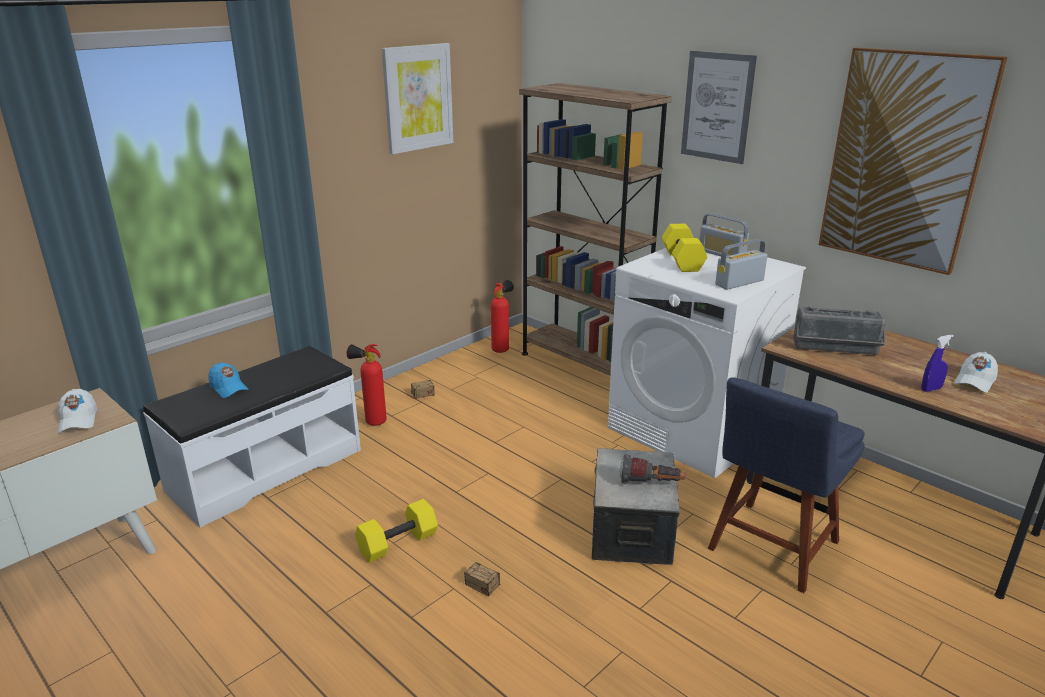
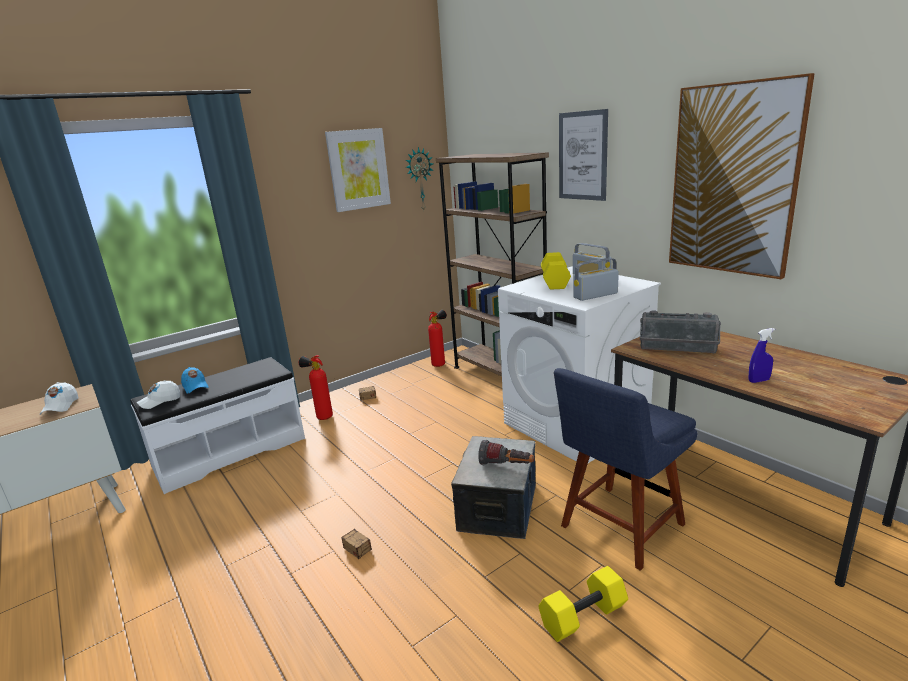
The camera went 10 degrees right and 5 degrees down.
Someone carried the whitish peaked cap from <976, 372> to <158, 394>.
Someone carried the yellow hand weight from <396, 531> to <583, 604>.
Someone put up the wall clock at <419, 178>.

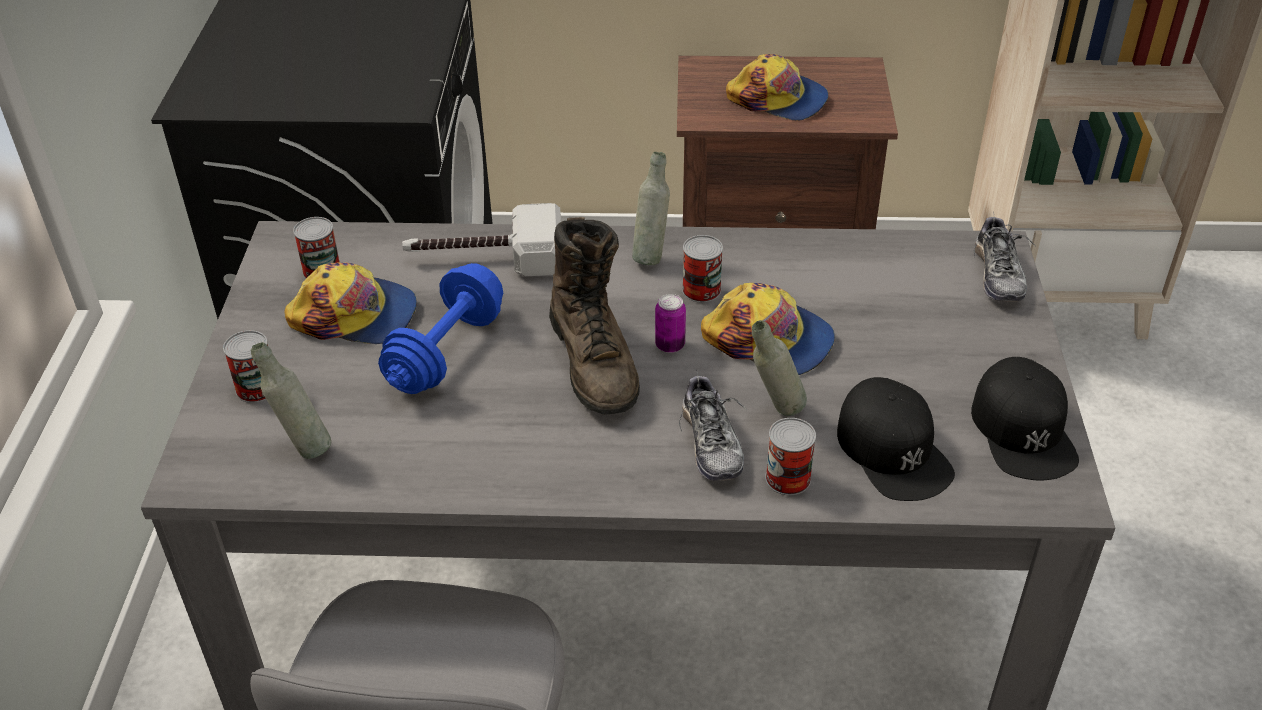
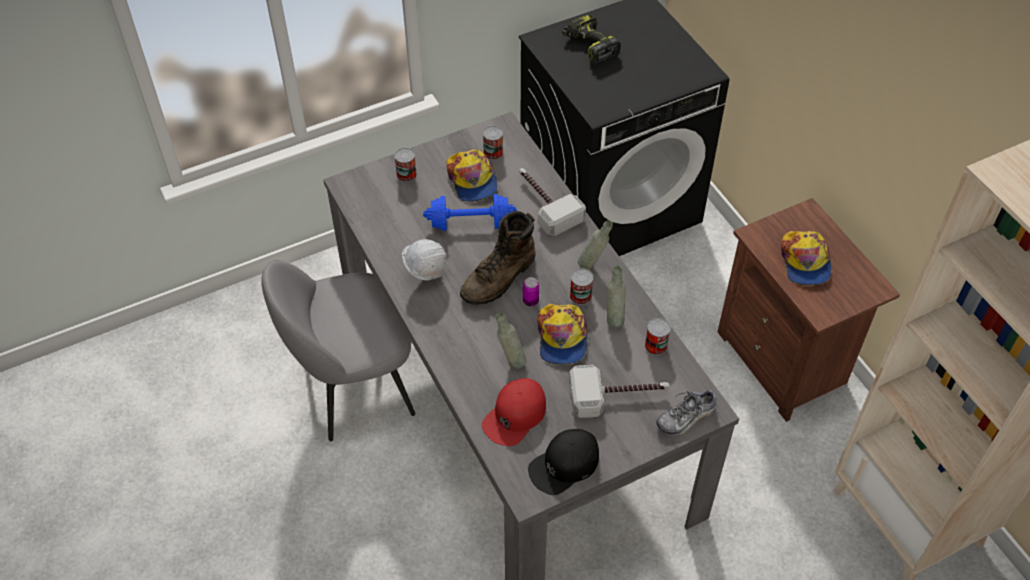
The camera went 60 degrees right and 10 degrees up.
Someone carried the gray beverage bottle from <291, 400> to <616, 296>.
Someone took away the low shoe at <713, 425>.
Someone repainted the black-coloured peaked cap at <896, 439>, which became the red peaked cap at <514, 412>.
Someone carried the can from <790, 456> to <658, 336>.
Someone put down the power drill at <591, 39>.
Someone put down the whitish safety helmet at <424, 260>.
Someone put down the tool hammer at <619, 391>.

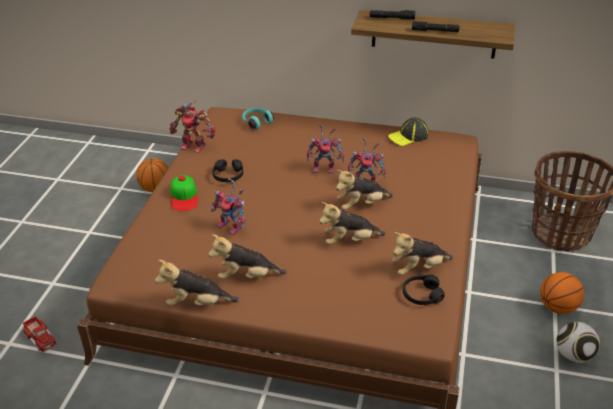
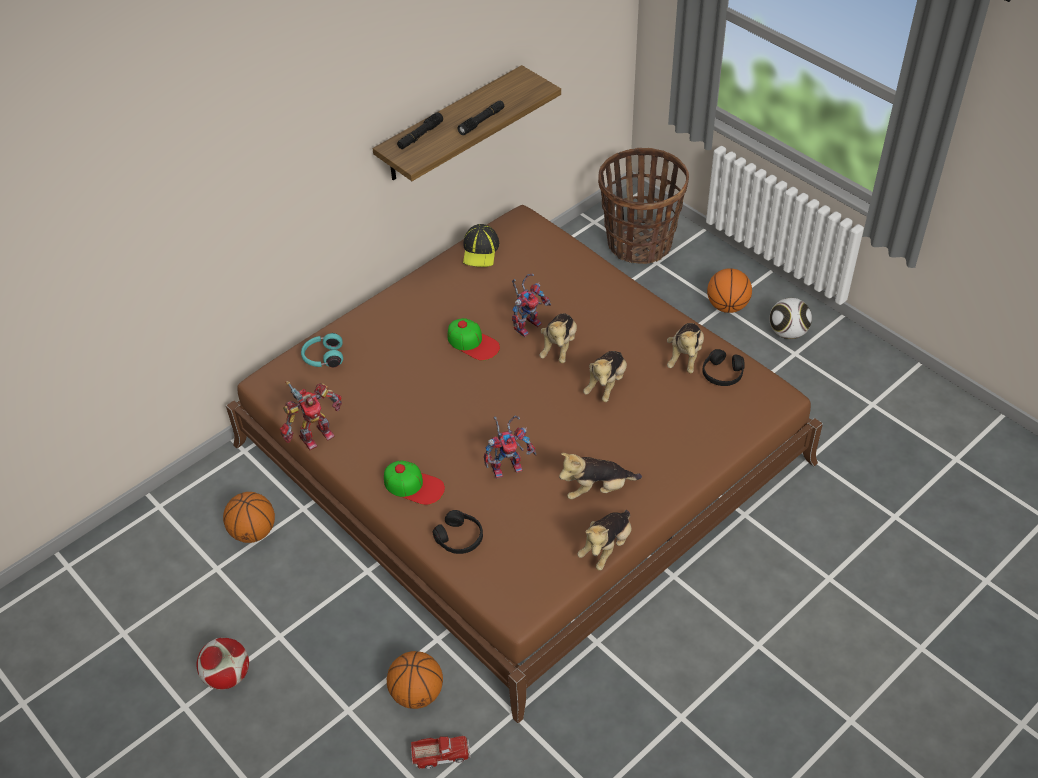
The camera went 55 degrees left and 10 degrees up.
Someone swapped the toy robot at <325, 148> for the peaked cap at <474, 339>.
Someone carried the black-coloured headset from <227, 170> to <457, 532>.
Someone rotated the plush toy at <247, 256> by 45 degrees clockwise.
Someone put down the football ball at <222, 664>.
Someone put down the ball for basketball at <415, 680>.

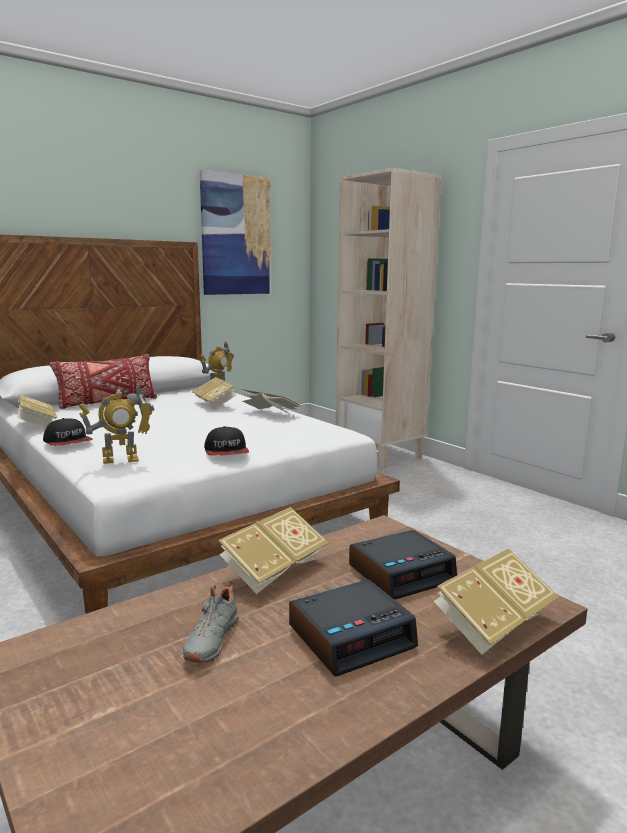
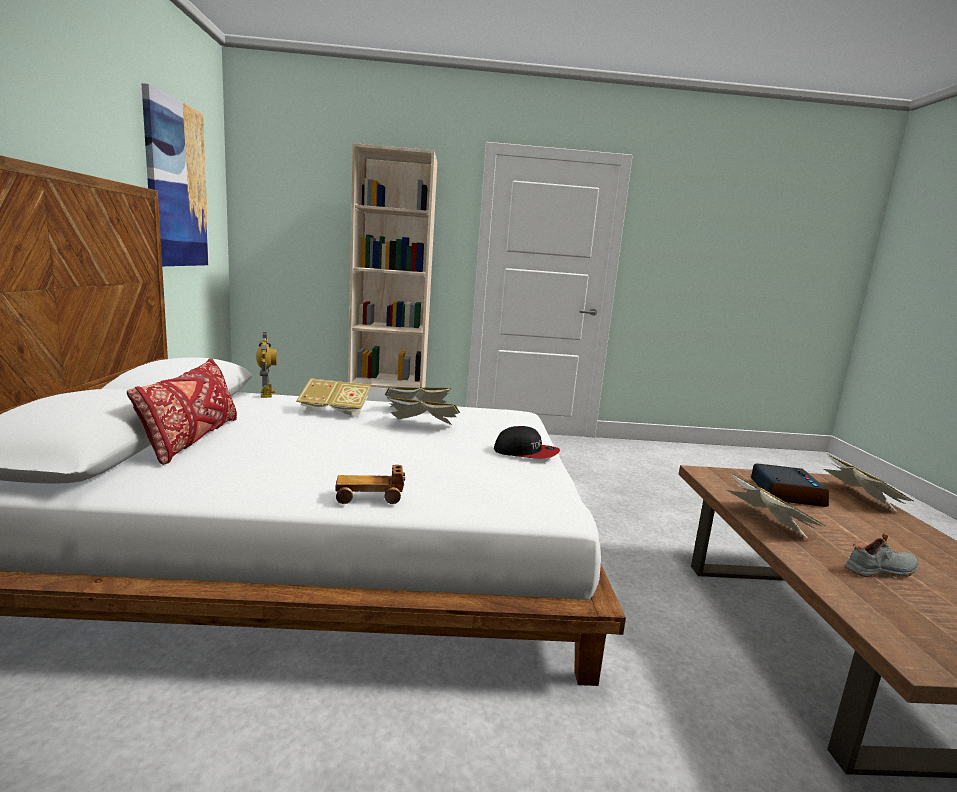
The camera went 55 degrees left and 0 degrees up.
Someone took away the toy robot at <116, 424>.
Someone carried the bound book from <36, 410> to <423, 411>.
Someone swapped the peaked cap at <68, 432> for the toy car at <370, 484>.
Someone took away the bedside clock at <353, 628>.
Someone rotated the gray low shoe at <211, 622> by 60 degrees counterclockwise.

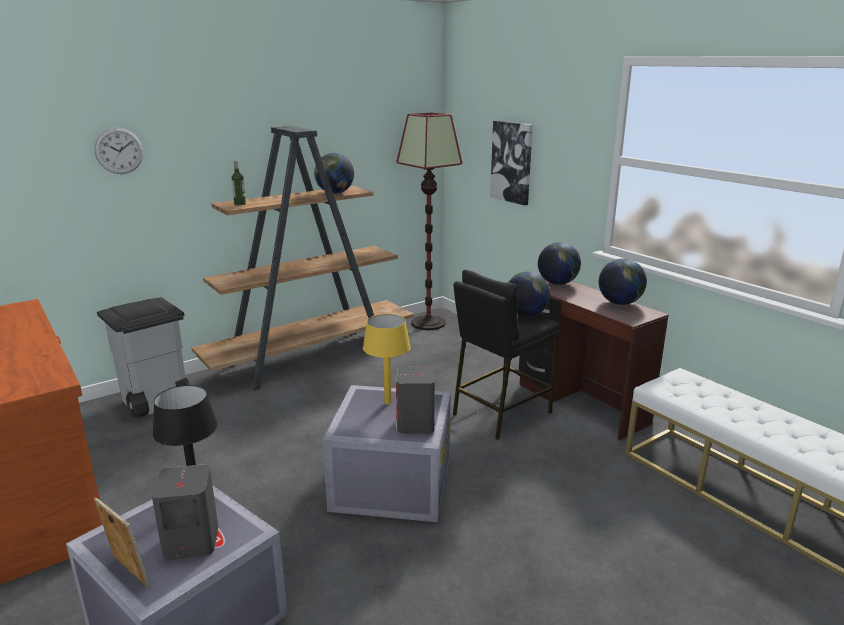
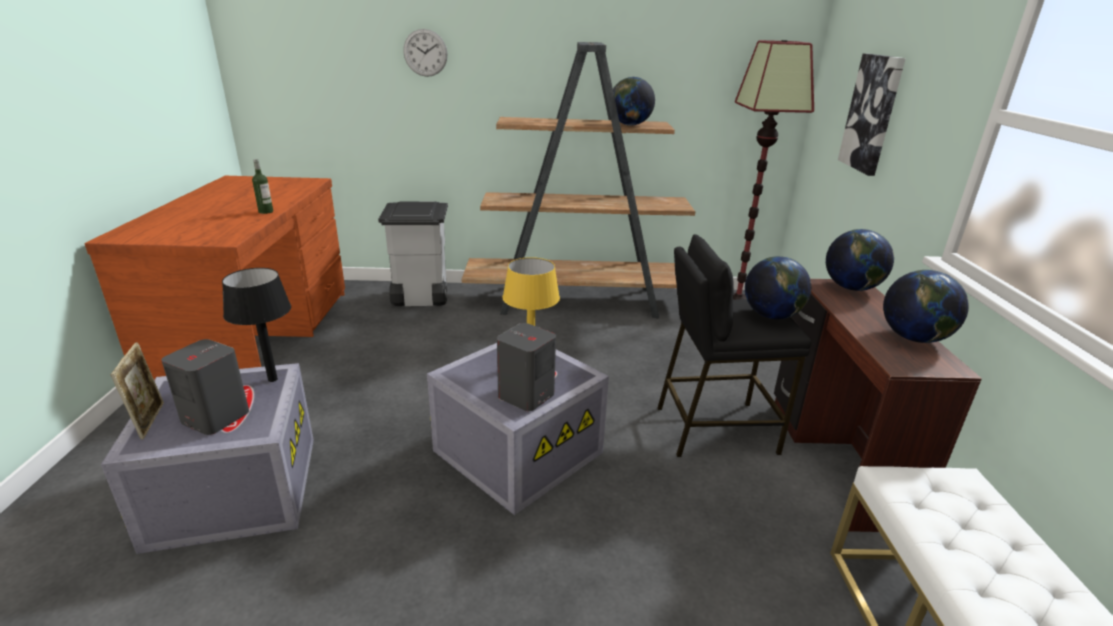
The camera went 35 degrees right and 5 degrees up.
Someone carried the beverage bottle from <239, 182> to <262, 186>.

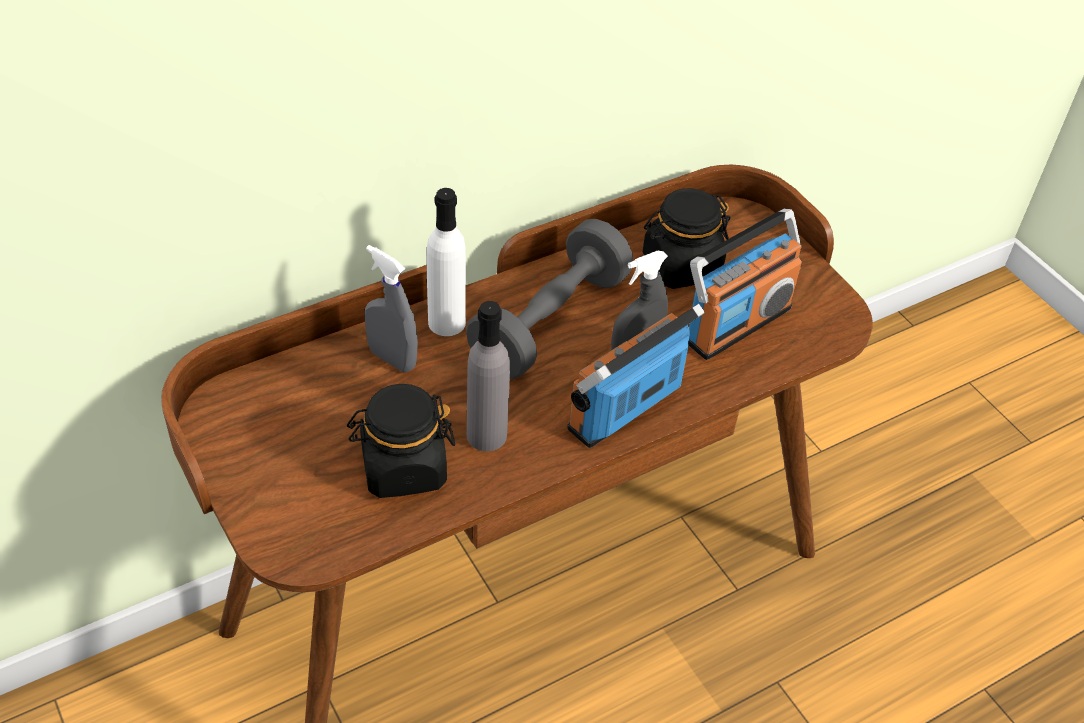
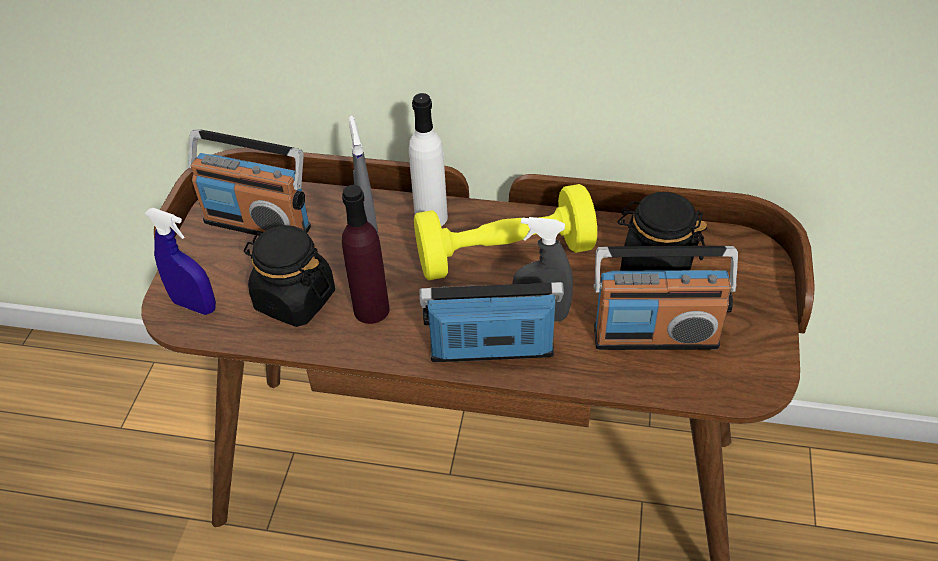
The camera went 45 degrees right and 0 degrees up.
Someone repainted the gray hand weight at <549, 299>, which became the yellow hand weight at <505, 232>.
Someone repainted the gray beverage bottle at <488, 376>, which became the purple beverage bottle at <366, 254>.
Someone put down the radio receiver at <249, 182>.
Someone put down the blue-coloured hand sprayer at <180, 261>.

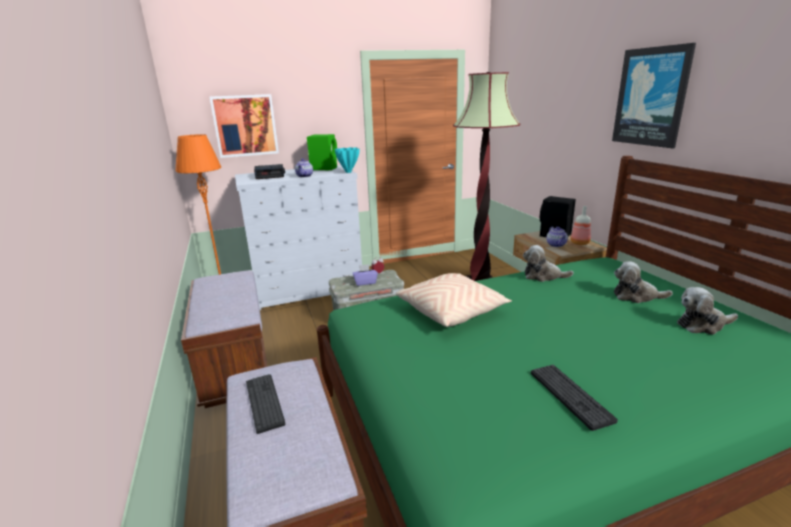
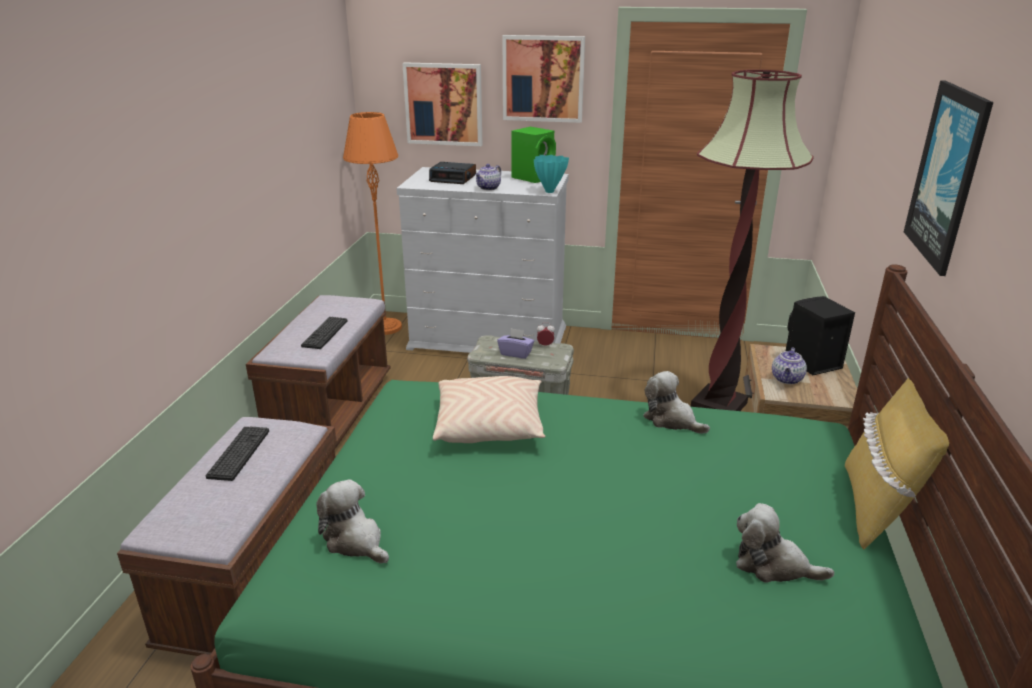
The camera went 30 degrees right and 5 degrees up.
Someone took away the beverage bottle at <580, 225>.
Someone carried the plush toy from <643, 282> to <352, 521>.
Someone carried the PC keyboard from <574, 398> to <324, 333>.
Someone put up the wall picture at <543, 79>.
Someone put down the yellow pillow at <897, 463>.

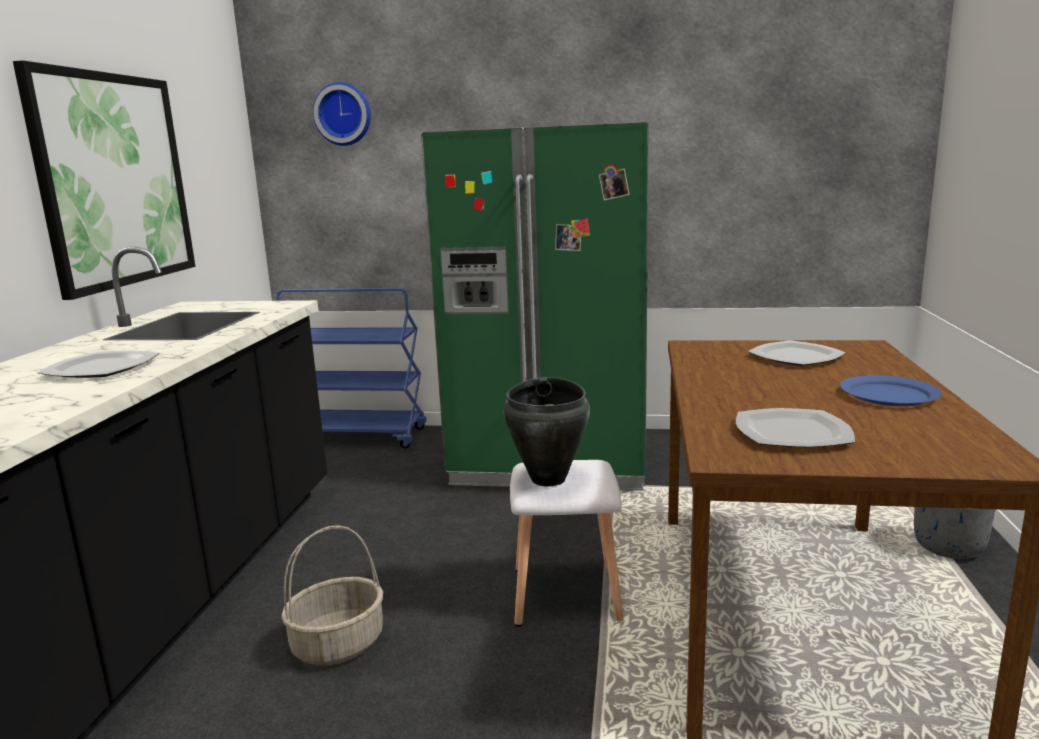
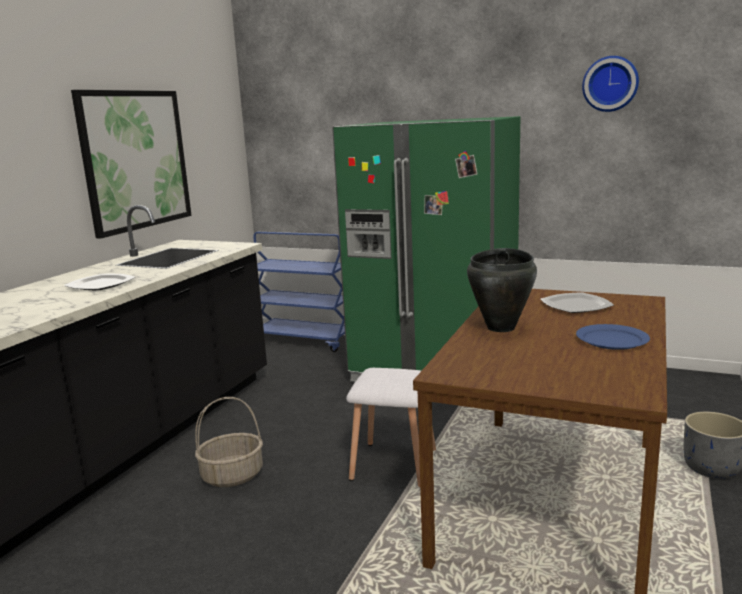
The camera went 15 degrees right and 0 degrees up.
Someone carried the wall clock from <342, 114> to <610, 84>.
Someone carried the black-coloured saucepot from <546, 431> to <502, 290>.
Someone took away the dinner plate at <795, 427>.

